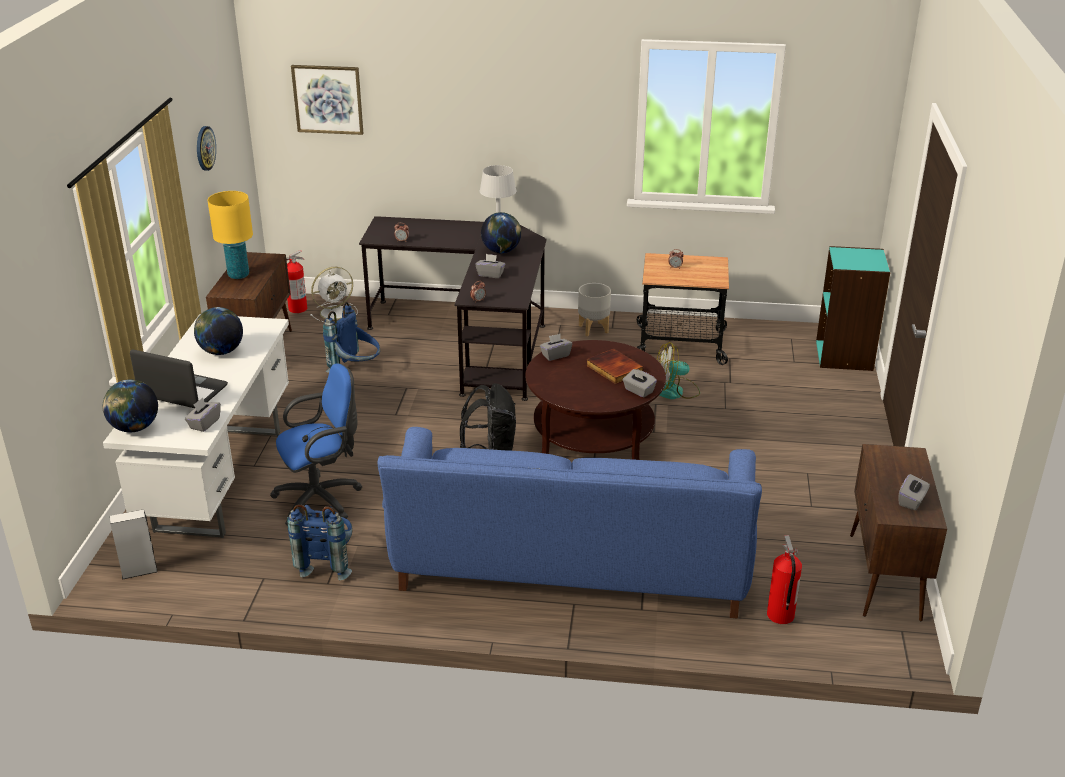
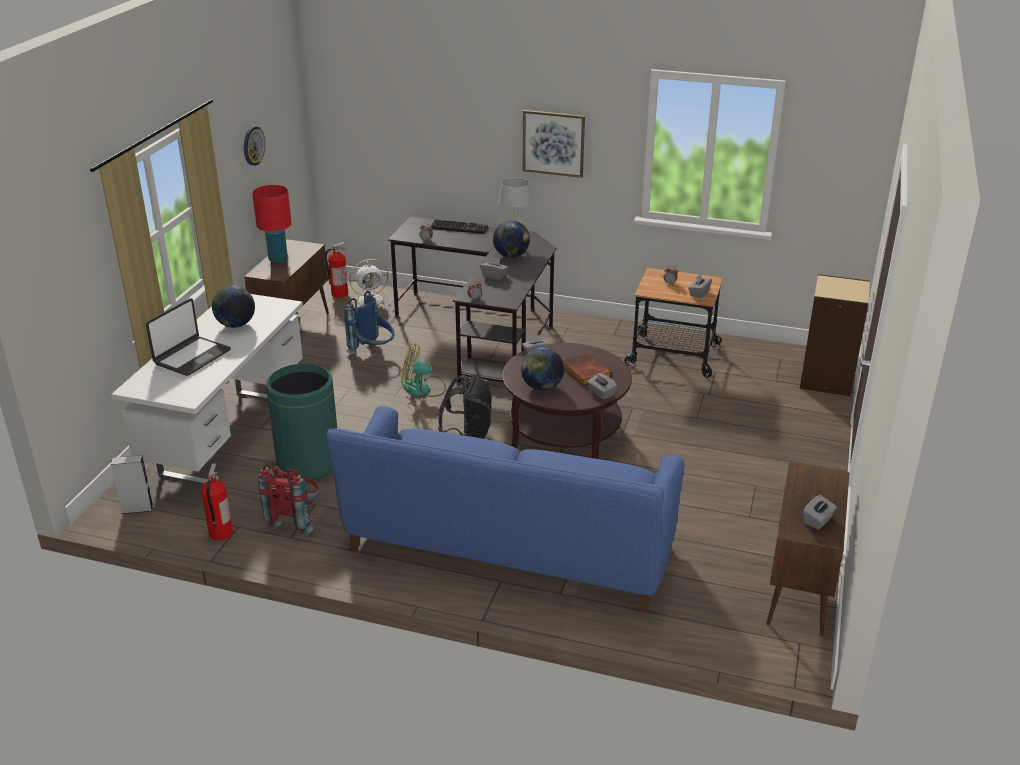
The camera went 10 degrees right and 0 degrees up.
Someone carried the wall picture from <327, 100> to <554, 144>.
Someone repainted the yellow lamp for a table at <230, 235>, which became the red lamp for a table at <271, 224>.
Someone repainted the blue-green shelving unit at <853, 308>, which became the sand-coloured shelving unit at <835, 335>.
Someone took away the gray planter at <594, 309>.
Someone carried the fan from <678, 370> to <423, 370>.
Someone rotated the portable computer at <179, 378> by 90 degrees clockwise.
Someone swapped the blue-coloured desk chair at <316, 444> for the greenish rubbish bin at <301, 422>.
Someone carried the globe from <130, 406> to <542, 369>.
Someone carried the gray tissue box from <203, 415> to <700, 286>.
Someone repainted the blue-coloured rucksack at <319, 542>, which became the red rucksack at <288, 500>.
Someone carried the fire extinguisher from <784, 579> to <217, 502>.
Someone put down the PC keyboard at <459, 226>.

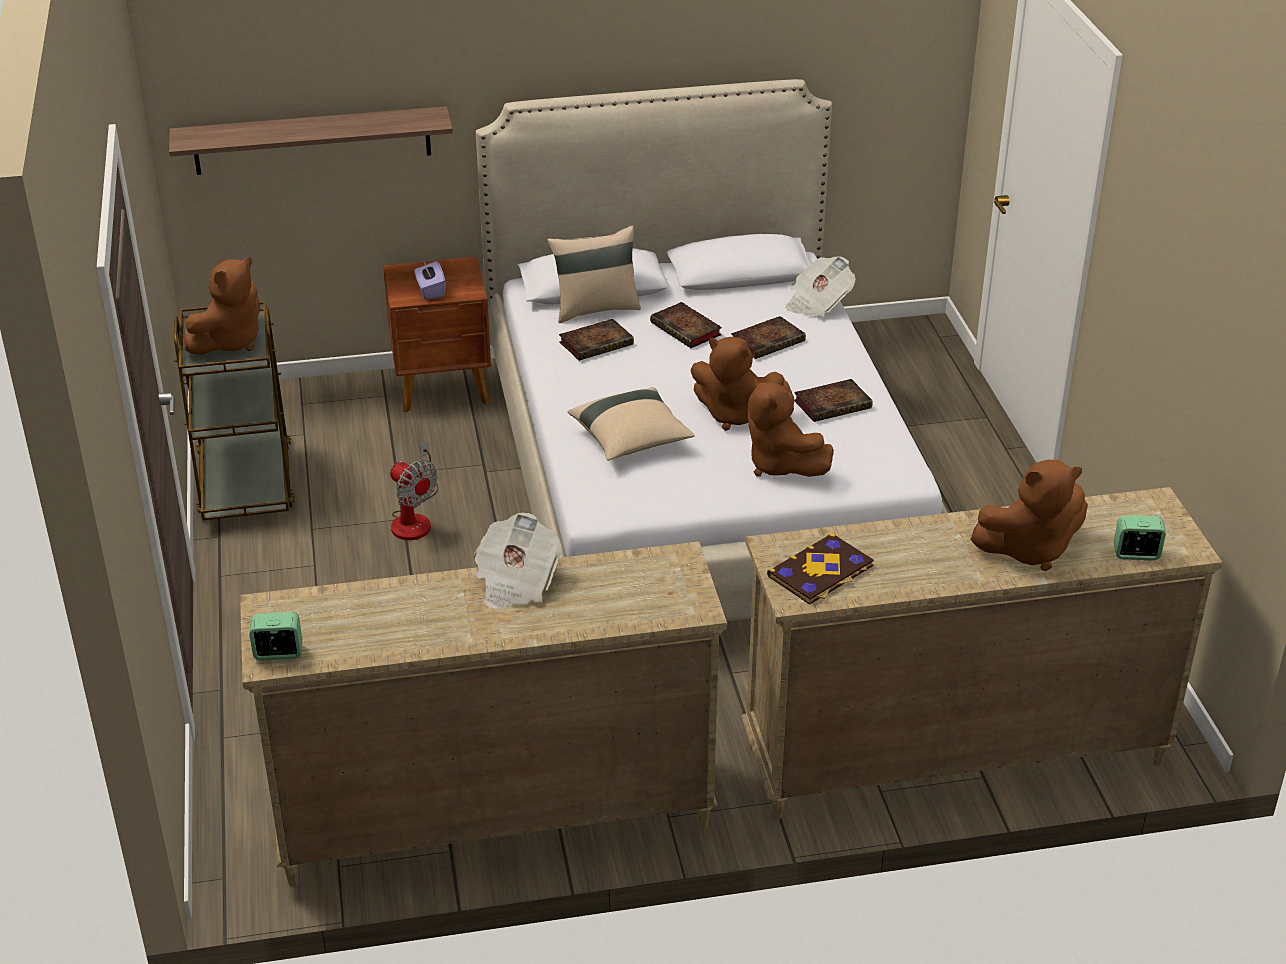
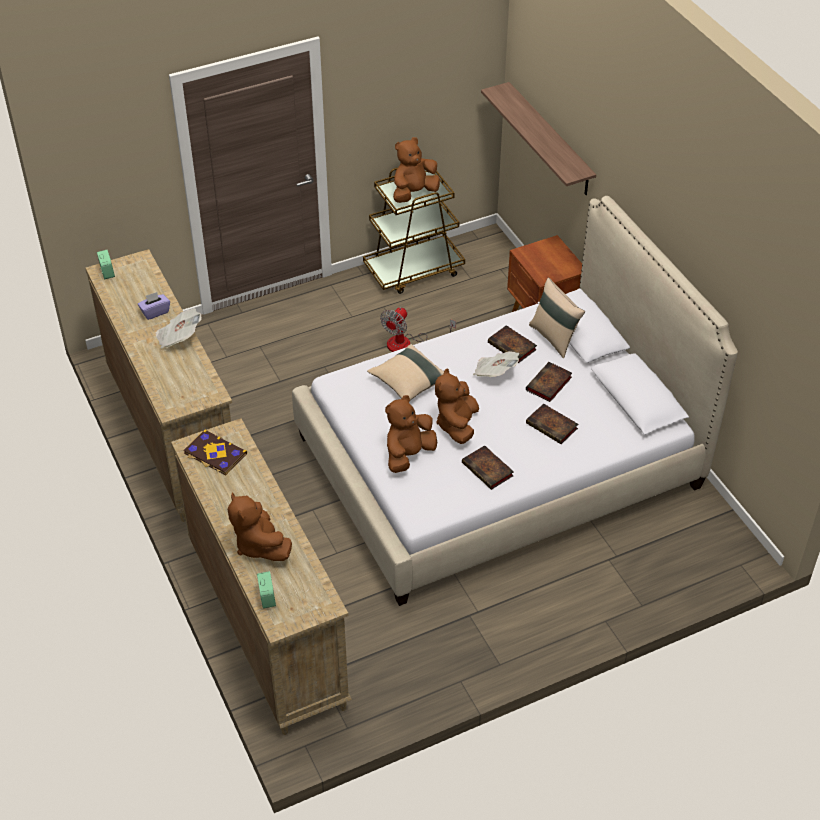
The camera went 75 degrees right and 10 degrees up.
Someone carried the newspaper from <820, 286> to <496, 364>.
Someone rotated the brown-coloured plush toy at <222, 306> by 120 degrees clockwise.
Someone carried the purple tissue box from <430, 280> to <154, 306>.

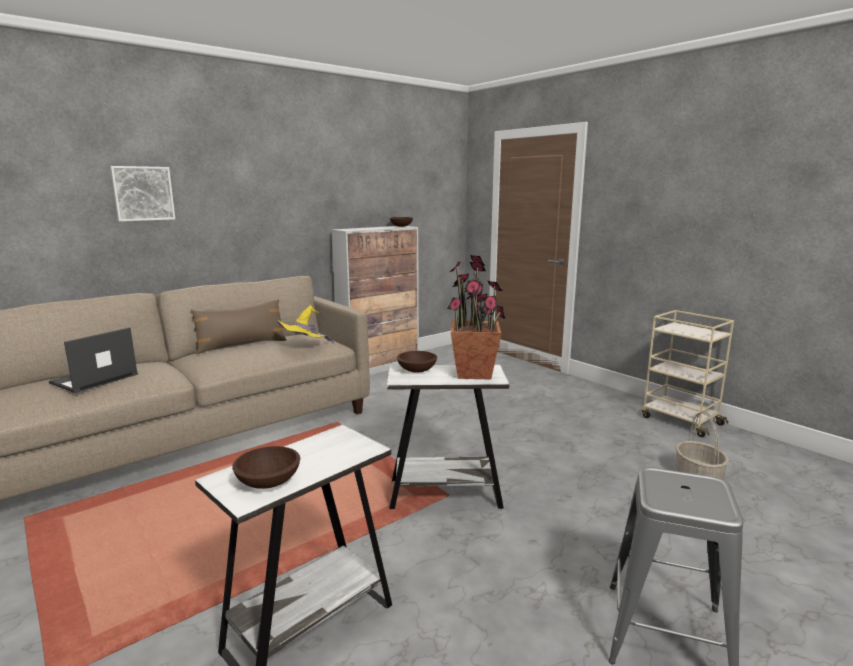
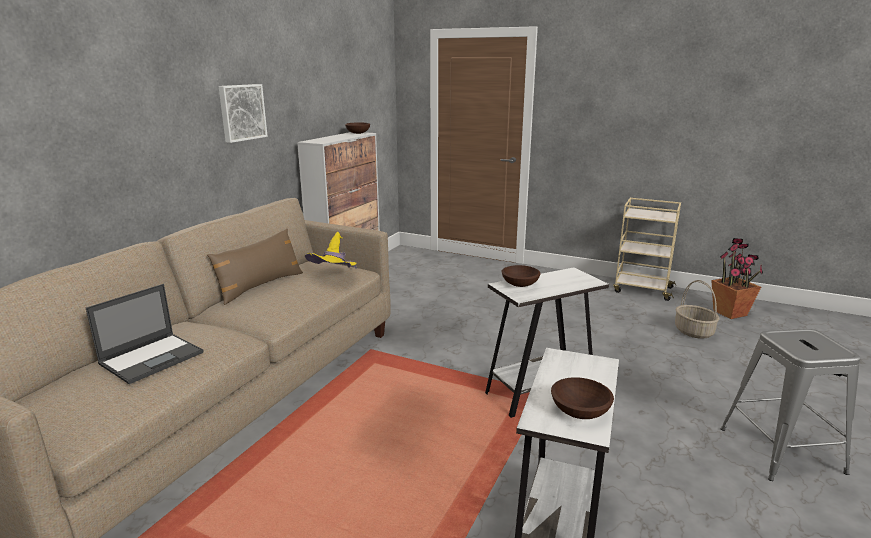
The camera went 25 degrees left and 5 degrees up.
Someone carried the wall picture from <142, 193> to <243, 113>.
Someone carried the potted plant from <476, 317> to <737, 278>.
Someone rotated the portable computer at <93, 360> by 150 degrees counterclockwise.

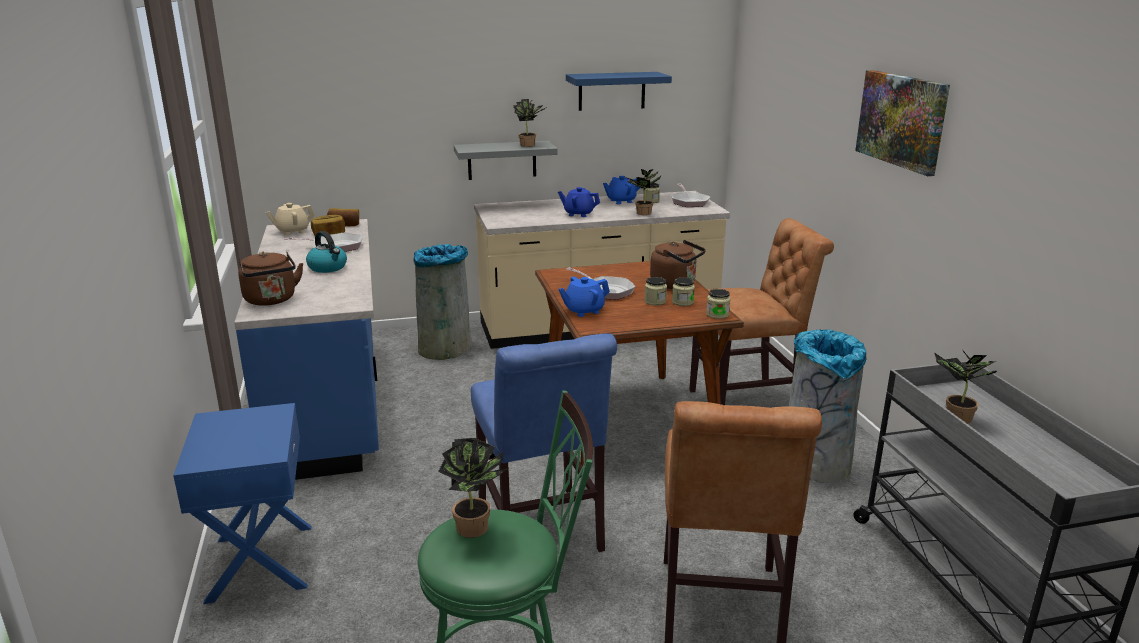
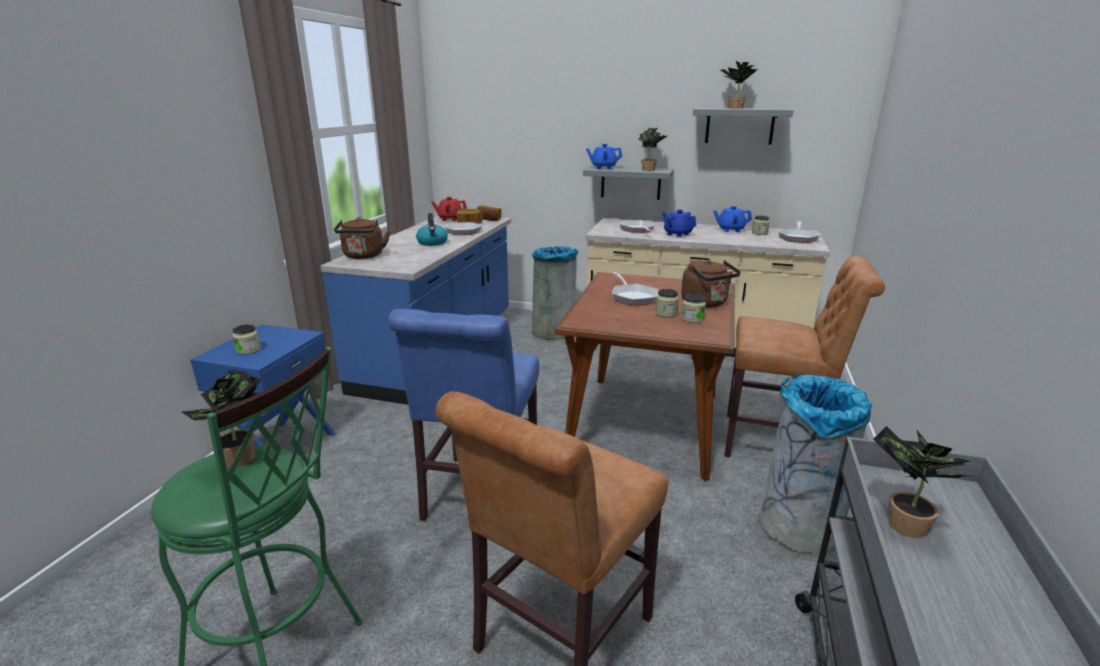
The camera went 30 degrees right and 0 degrees up.
Someone took away the wall picture at <902, 123>.
Someone repainted the blue-coloured wall shelf at <619, 91>, which became the gray wall shelf at <743, 126>.
Someone carried the potted plant from <644, 192> to <739, 85>.
Someone repainted the sand-coloured pot for tea at <290, 219>, which became the red pot for tea at <449, 209>.
Someone carried the blue-coloured pot for tea from <584, 297> to <604, 156>.
Someone carried the storage jar from <718, 304> to <247, 339>.
Someone put down the skillet at <638, 226>.

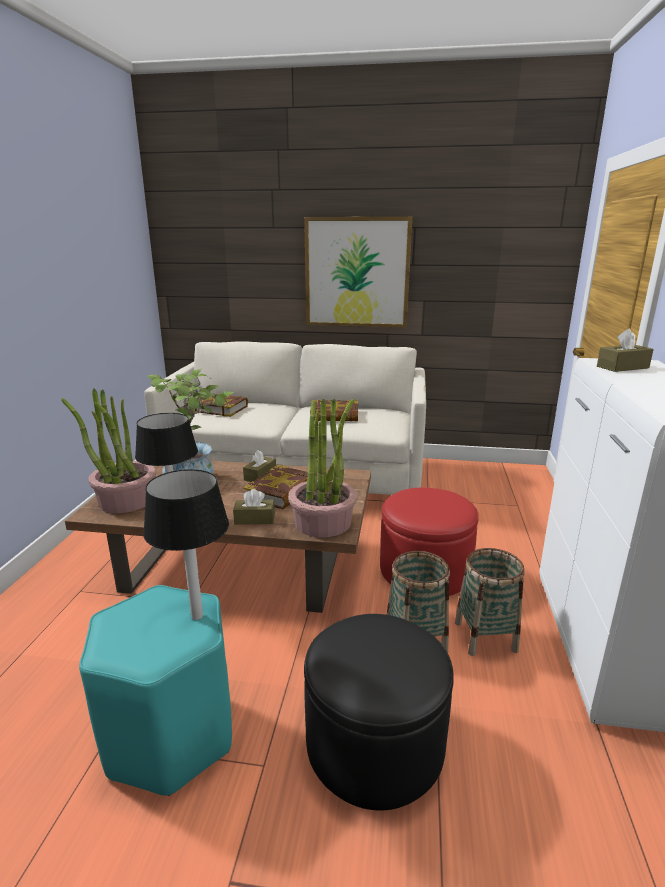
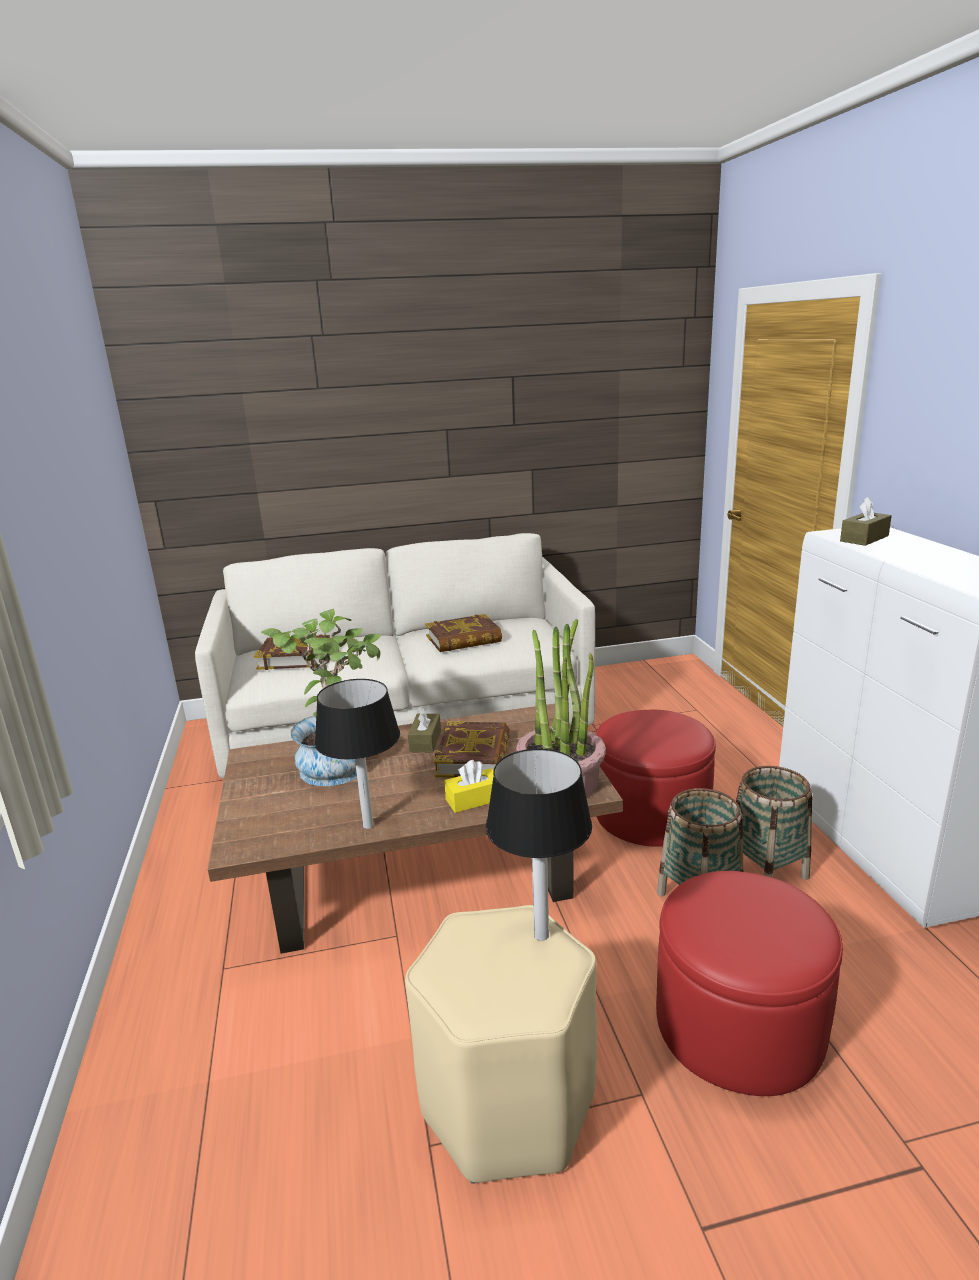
The camera went 20 degrees left and 0 degrees up.
Someone took away the wall picture at <358, 272>.
Someone took away the potted plant at <108, 450>.
Someone repainted the brown-coloured tissue box at <254, 507>, which became the yellow tissue box at <469, 786>.
Someone repainted the blue-green stool at <155, 690>, which became the sand-coloured stool at <501, 1044>.
Someone repainted the black-coloured footrest at <379, 712>, which became the red footrest at <749, 983>.

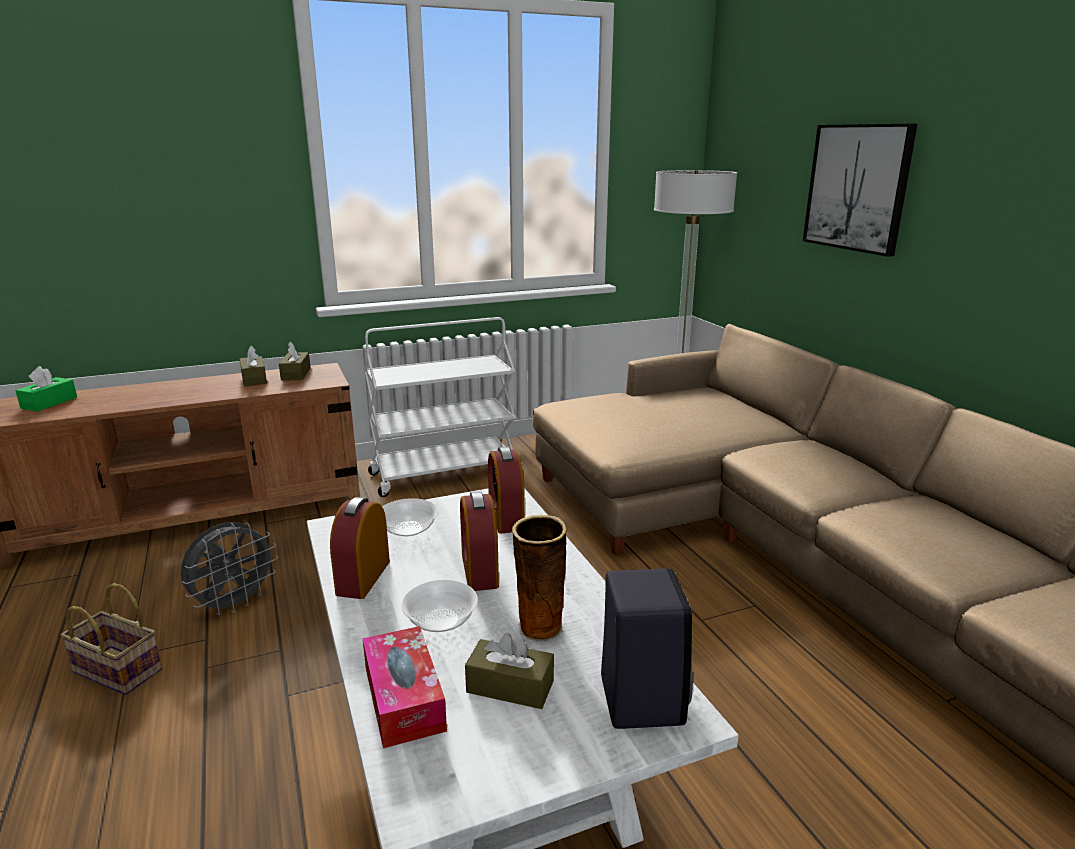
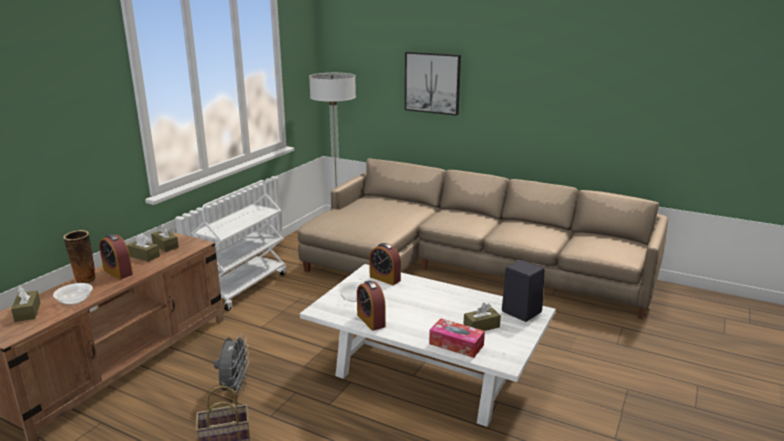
The camera went 40 degrees left and 0 degrees up.
Someone repainted the greenish tissue box at <46, 388>, which became the brown-coloured tissue box at <26, 304>.
Someone carried the bedside clock from <479, 541> to <116, 256>.
Someone carried the flower vase from <539, 578> to <80, 257>.
Someone carried the deep dish from <439, 606> to <73, 294>.

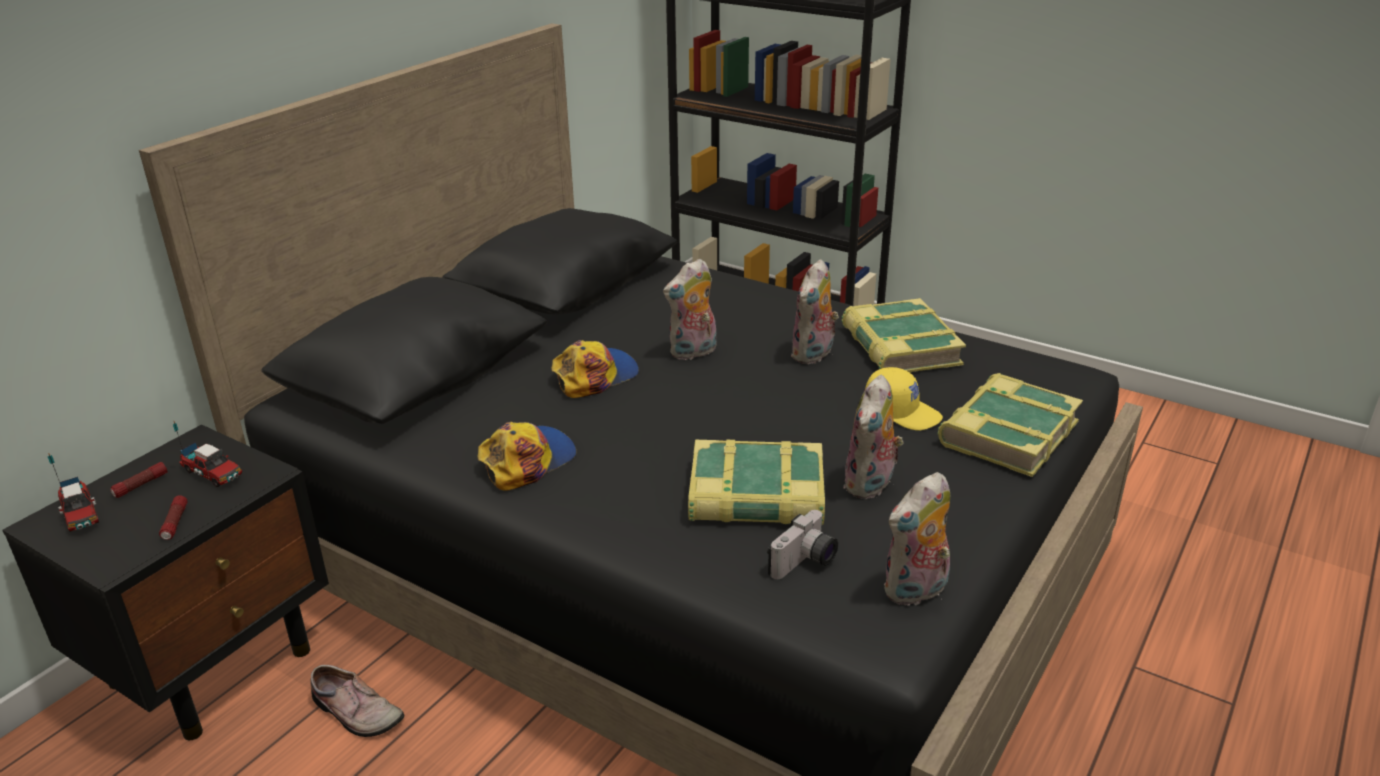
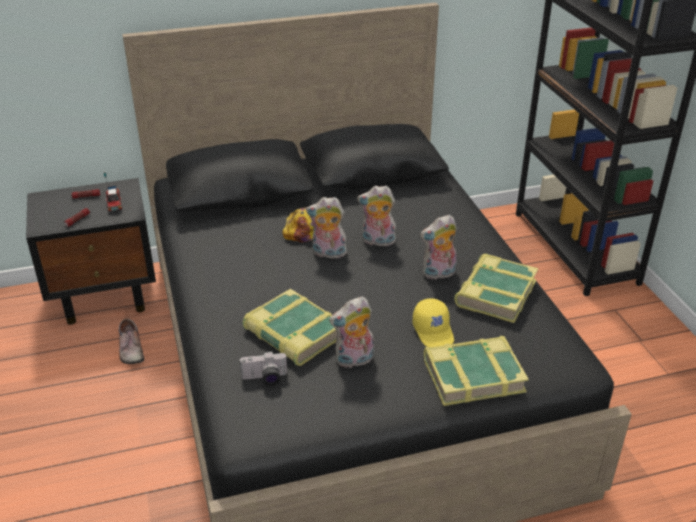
The camera went 40 degrees right and 5 degrees up.
Someone took away the peaked cap at <527, 456>.
Someone took away the toy lorry at <73, 492>.
Someone carried the plush toy from <917, 539> to <326, 228>.

